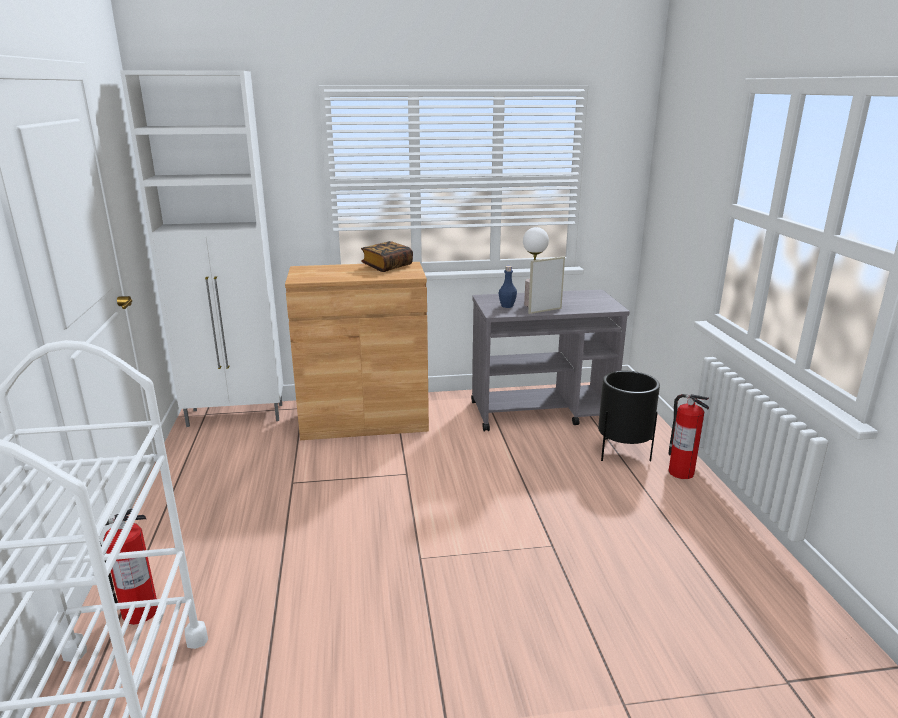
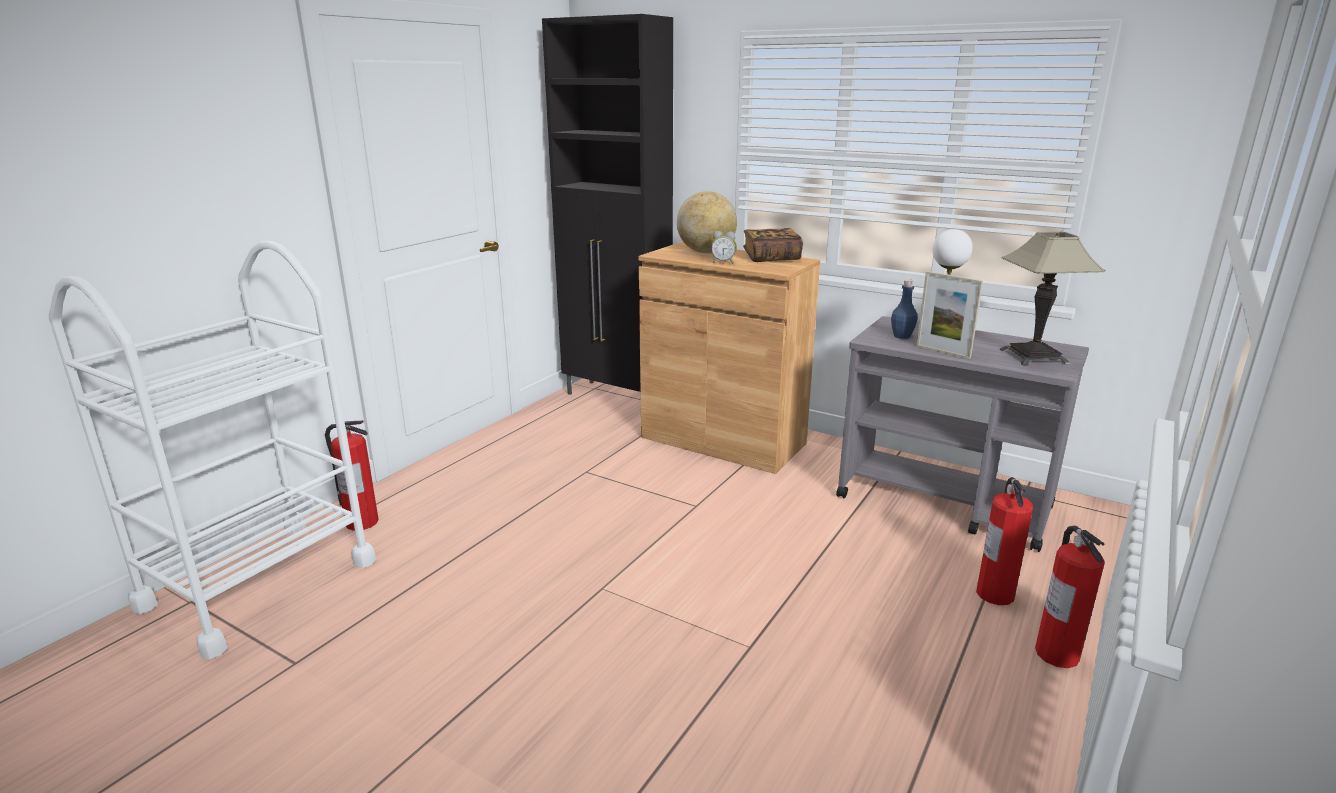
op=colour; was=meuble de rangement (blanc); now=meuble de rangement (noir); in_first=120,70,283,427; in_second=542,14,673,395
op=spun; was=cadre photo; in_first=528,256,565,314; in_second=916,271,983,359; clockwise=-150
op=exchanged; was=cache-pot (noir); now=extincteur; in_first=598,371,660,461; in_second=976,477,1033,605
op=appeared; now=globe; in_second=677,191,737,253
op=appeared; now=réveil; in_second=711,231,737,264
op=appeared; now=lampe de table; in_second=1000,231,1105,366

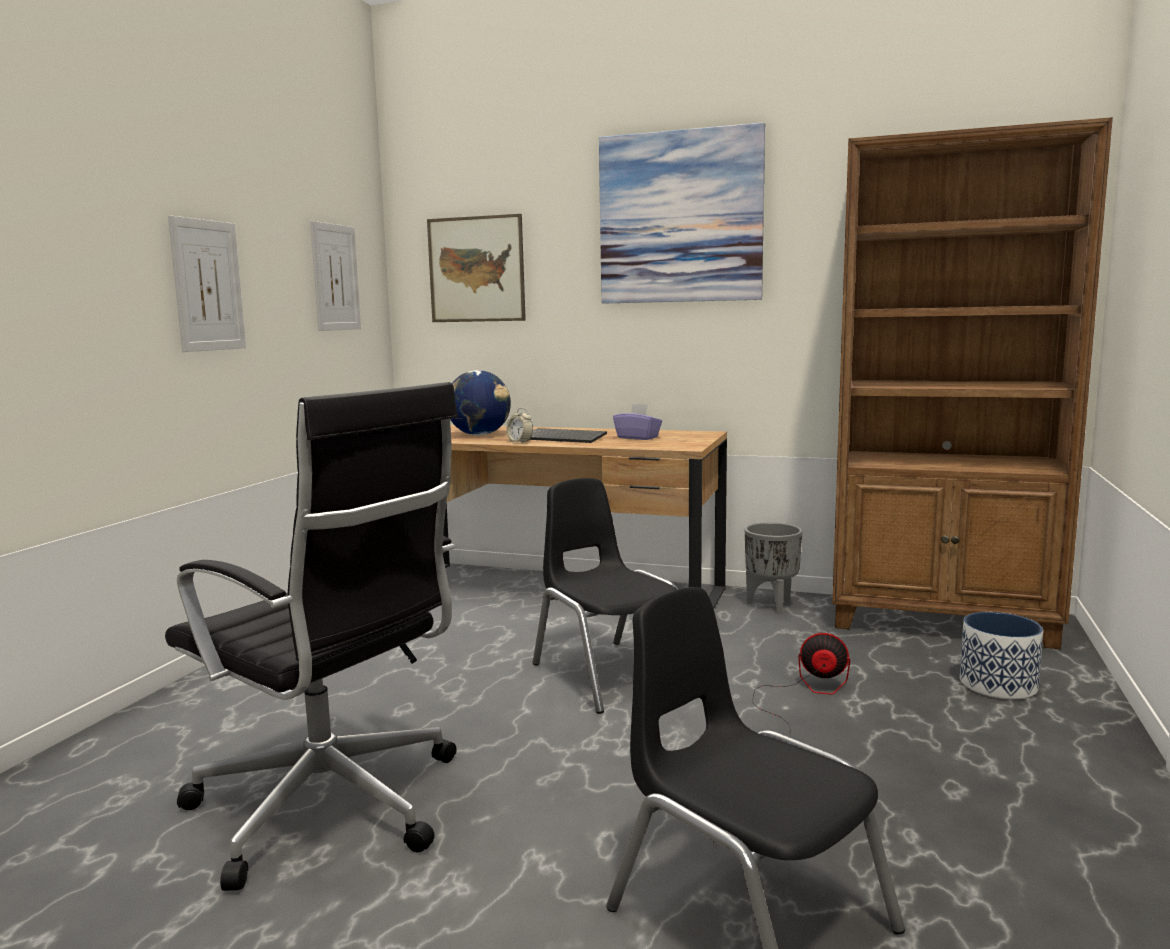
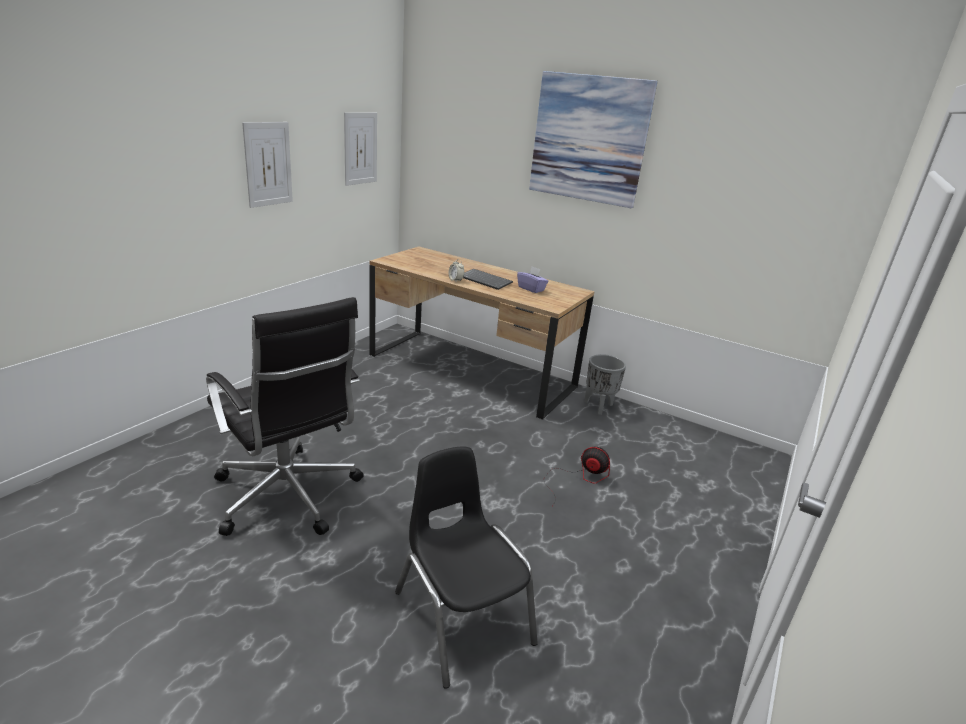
op=missing; was=bibliothèque (marron); in_first=832,117,1113,649
op=missing; was=tableau; in_first=427,214,526,322
op=missing; was=globe; in_first=450,370,511,436
op=missing; was=chaise (noir); in_first=533,478,678,714
op=missing; was=cache-pot; in_first=960,612,1043,699

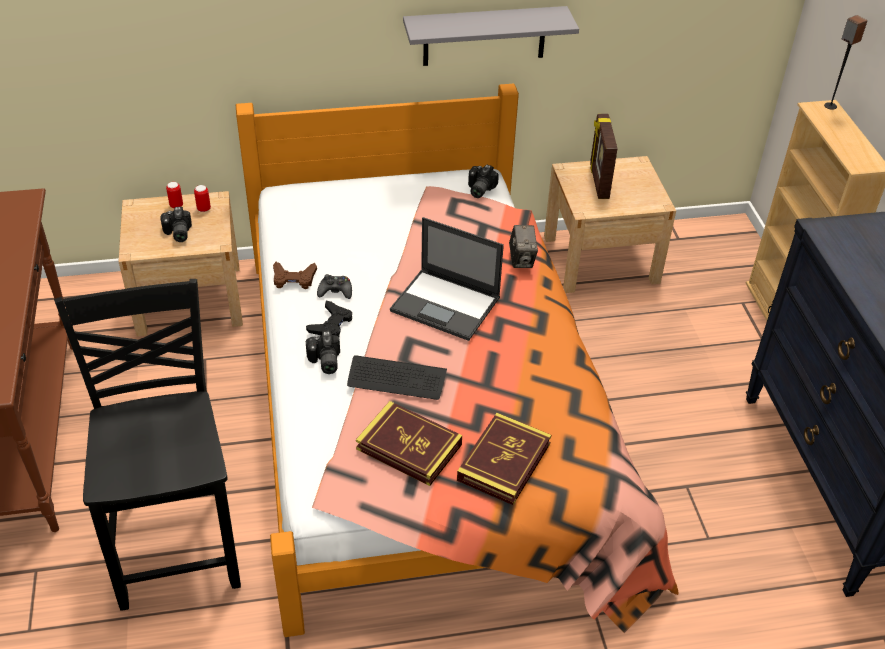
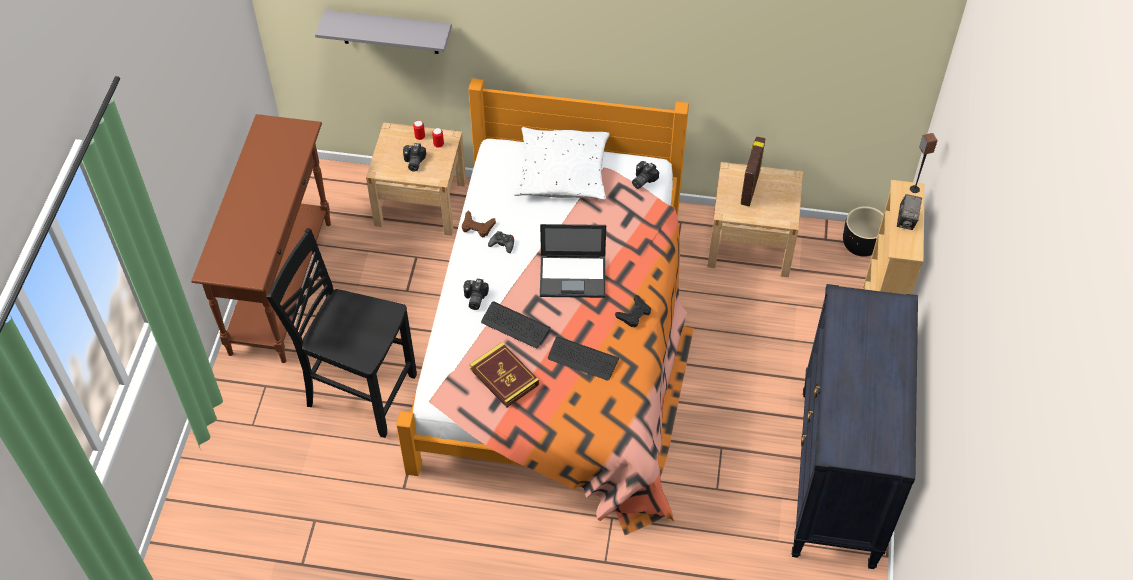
op=relocated; was=étagère (gris); in_first=403,6,579,66; in_second=315,9,452,54
op=spun; was=ordinateur portable; in_first=390,217,504,341; in_second=540,224,606,298; clockwise=-45
op=relocated; was=appareil photo; in_first=509,225,538,268; in_second=897,194,922,230
op=spun; was=chaise (noir); in_first=54,279,241,611; in_second=266,228,417,438; clockwise=-75
op=relocated; was=manette (noir); in_first=306,301,352,336; in_second=615,295,651,327
op=missing; was=livre; in_first=457,413,551,505
op=appeared; now=coussin (blanc); in_second=514,127,610,200
op=appeared; now=cache-pot (noir); in_second=843,206,883,257
op=appeared; now=clavier; in_second=548,336,619,381

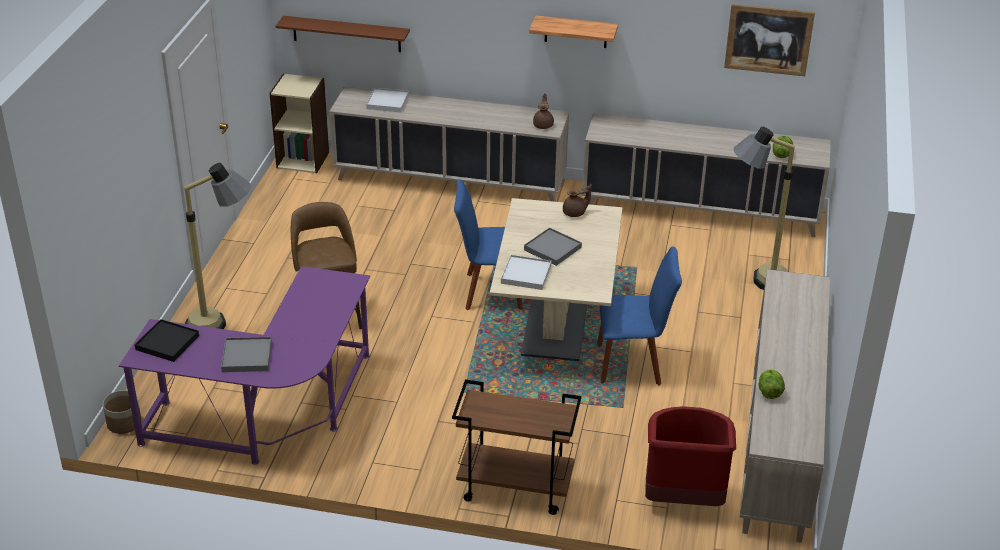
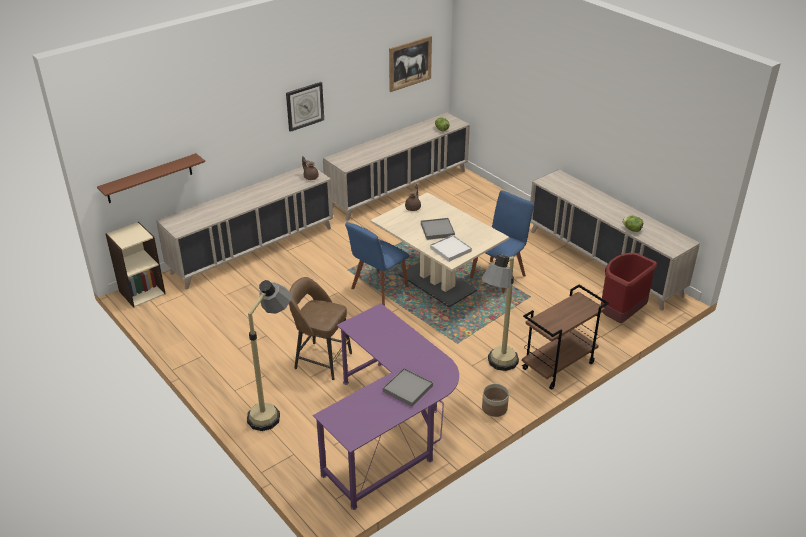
op=exchanged; was=étagère; now=horloge murale; in_first=529,15,618,48; in_second=286,82,324,132
op=missing; was=plateau (blanc); in_first=366,88,409,112
op=relocated; was=lampadaire; in_first=734,127,795,290; in_second=481,254,519,371
op=missing; was=plateau (noir); in_first=134,319,199,362
op=relocated; was=cache-pot; in_first=103,390,142,434; in_second=482,384,509,417

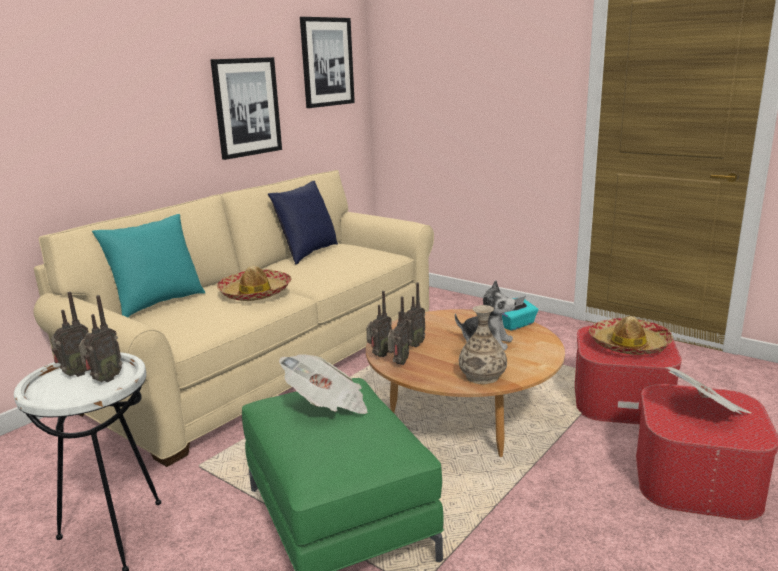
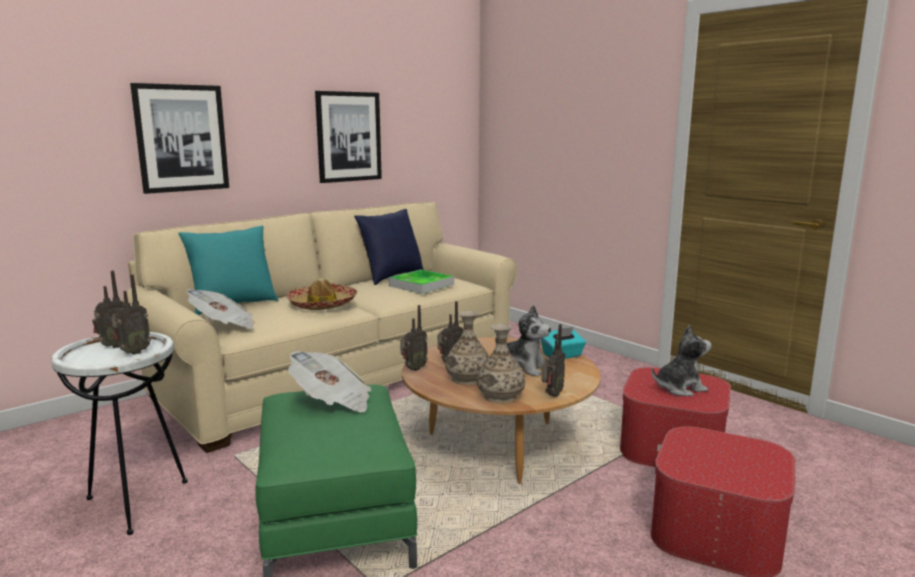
op=relocated; was=tableau; in_first=300,17,355,108; in_second=130,83,229,194
op=relocated; was=radio; in_first=388,296,409,365; in_second=541,324,565,397
op=exchanged; was=chapeau; now=peluche; in_first=589,316,673,355; in_second=652,325,712,396
op=relocated; was=journal; in_first=665,367,751,414; in_second=186,289,253,328
op=appeared; now=plateau; in_second=389,269,454,294
op=appeared; now=vase; in_second=446,311,489,385

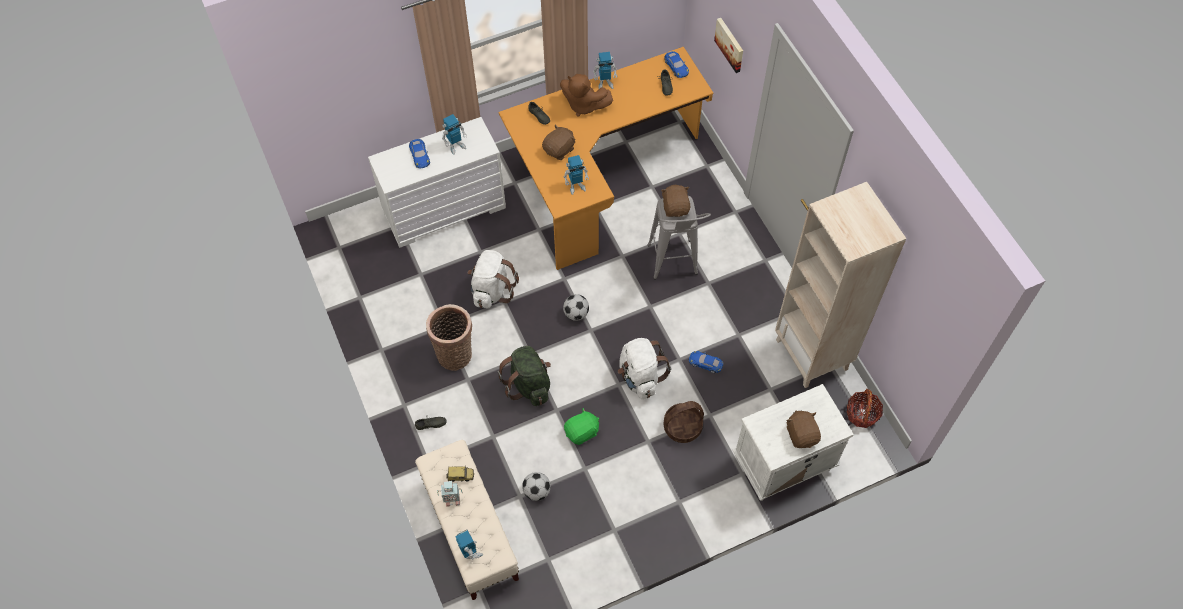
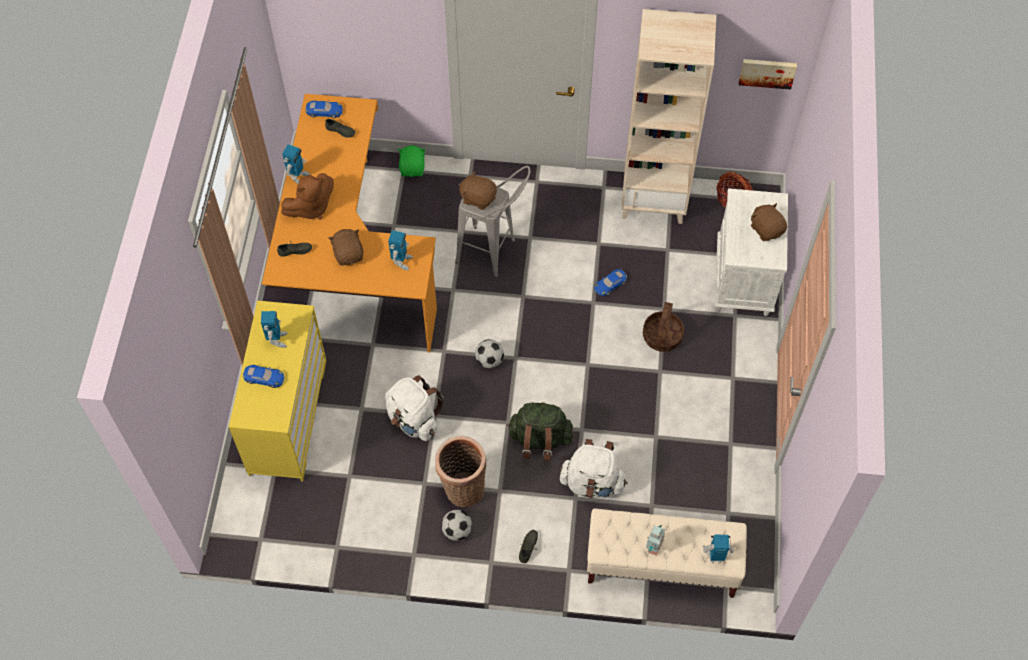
op=relocated; was=tableau; in_first=714,18,743,73; in_second=739,59,797,90
op=colour; was=commode (blanc); now=commode (jaune); in_first=368,117,506,248; in_second=229,301,326,481
op=relocated; was=sac à dos (blanc); in_first=618,338,671,399; in_second=560,439,627,498
op=relocated; was=peluche (vert); in_first=564,408,599,445; in_second=398,145,426,177
op=spun; was=peluche (marron); in_first=786,410,821,448; in_second=751,203,787,241; clockwise=45
op=missing; was=petite voiture; in_first=446,466,474,482
op=relocated; was=ballon de foot; in_first=522,472,551,501; in_second=442,510,472,541

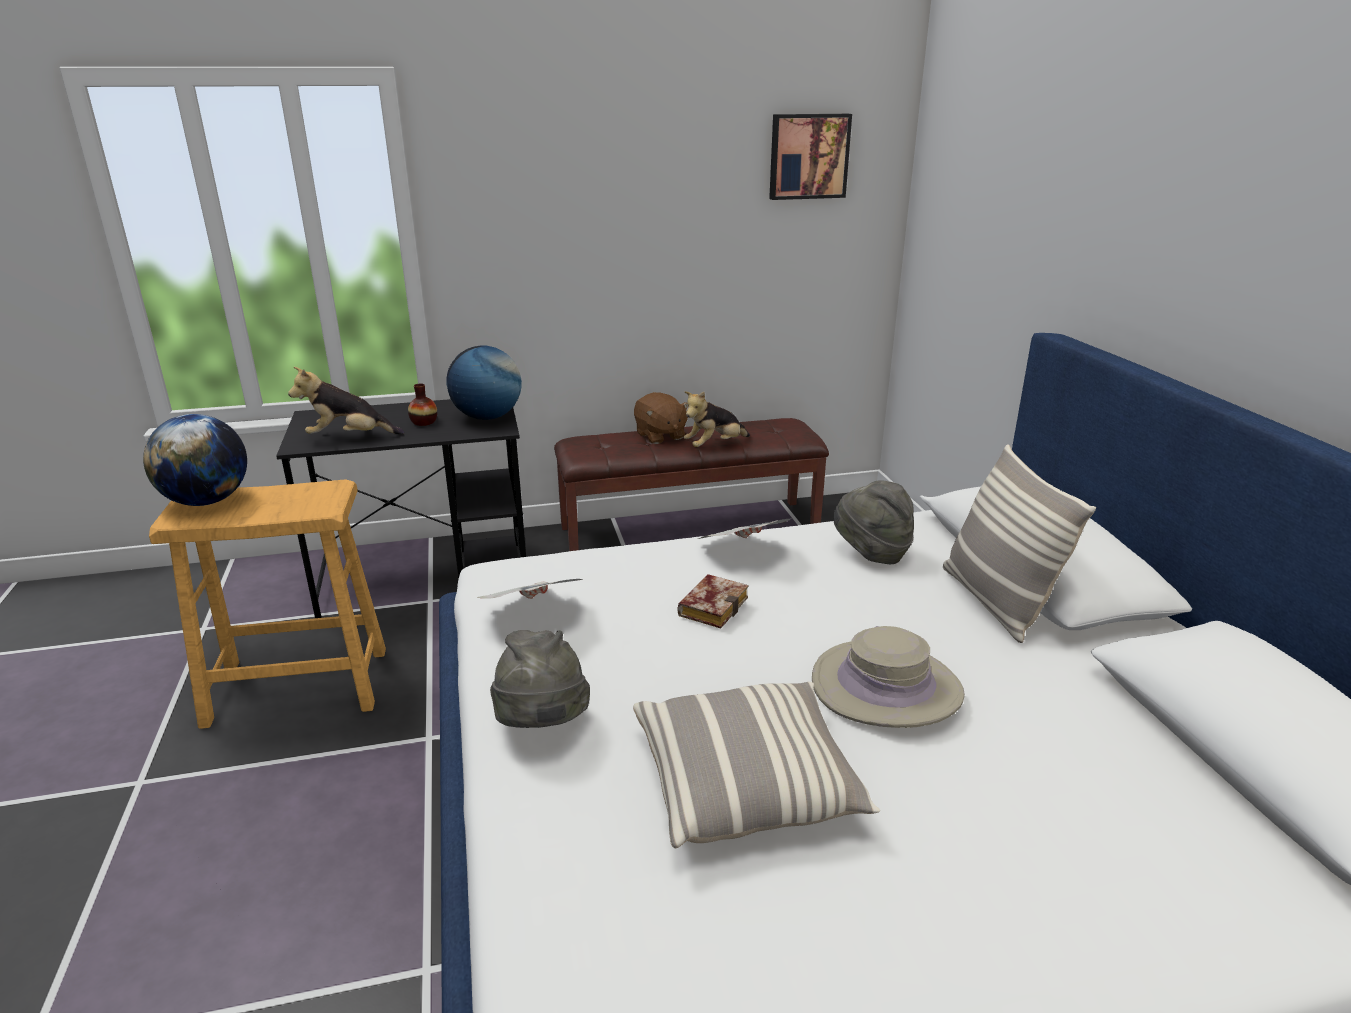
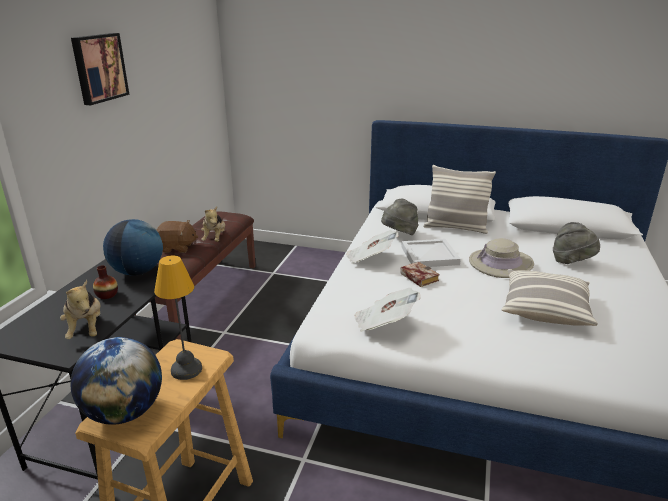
op=relocated; was=tableau; in_first=769,114,852,200; in_second=71,33,129,105
op=spun; was=peluche; in_first=288,367,405,435; in_second=60,280,100,339; clockwise=-45
op=relocated; was=chapeau (gris); in_first=490,630,590,728; in_second=553,222,600,264
op=appeared; now=plateau (blanc); in_second=401,239,461,267
op=appeared; now=lampe de table; in_second=154,255,202,380

